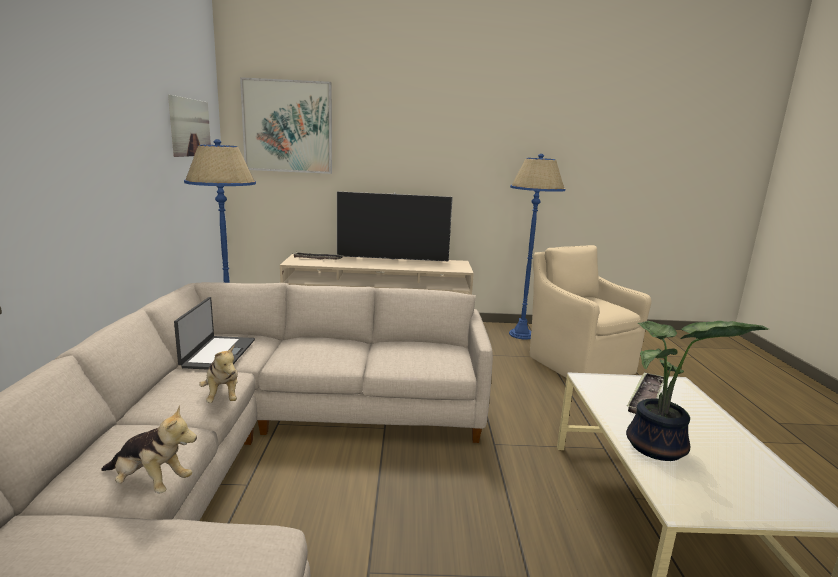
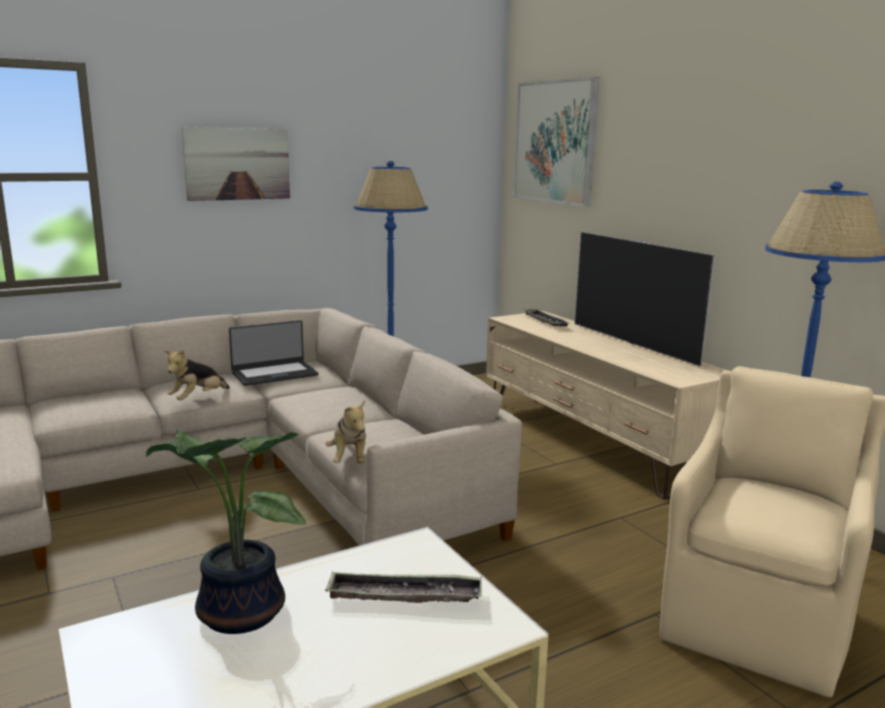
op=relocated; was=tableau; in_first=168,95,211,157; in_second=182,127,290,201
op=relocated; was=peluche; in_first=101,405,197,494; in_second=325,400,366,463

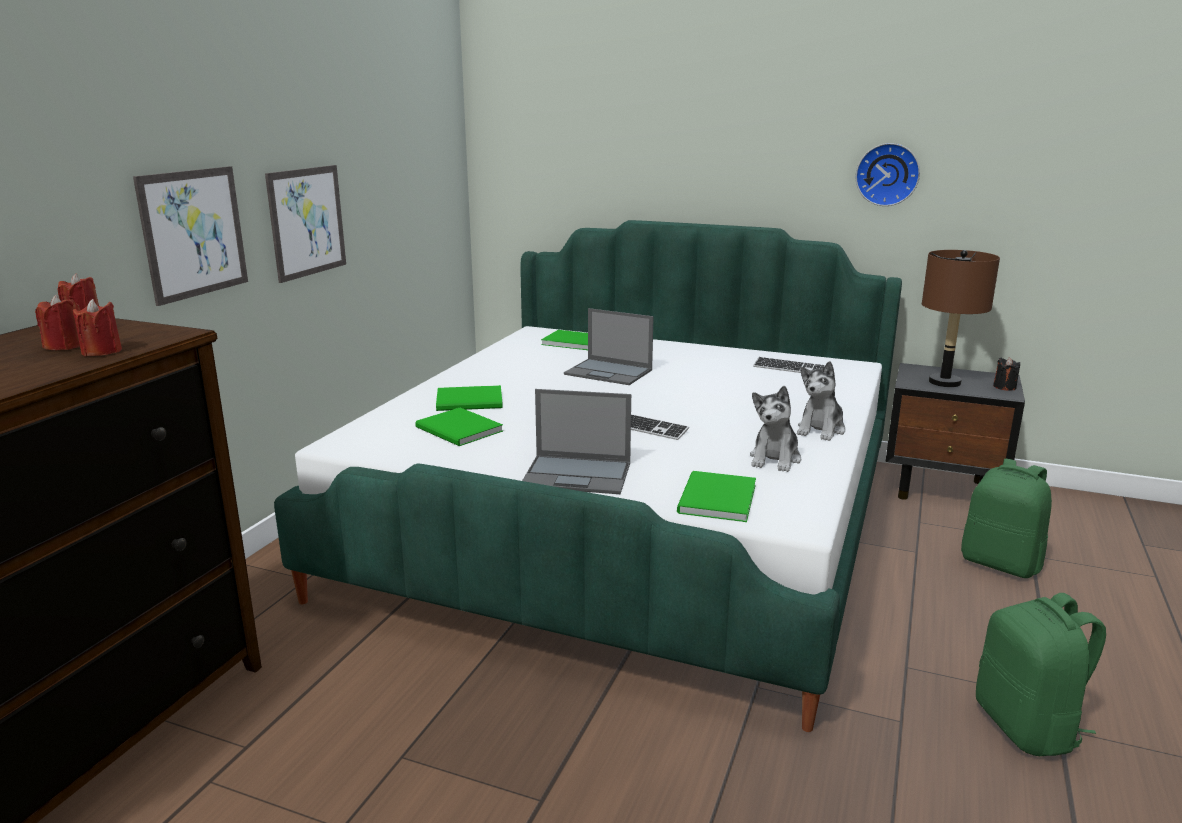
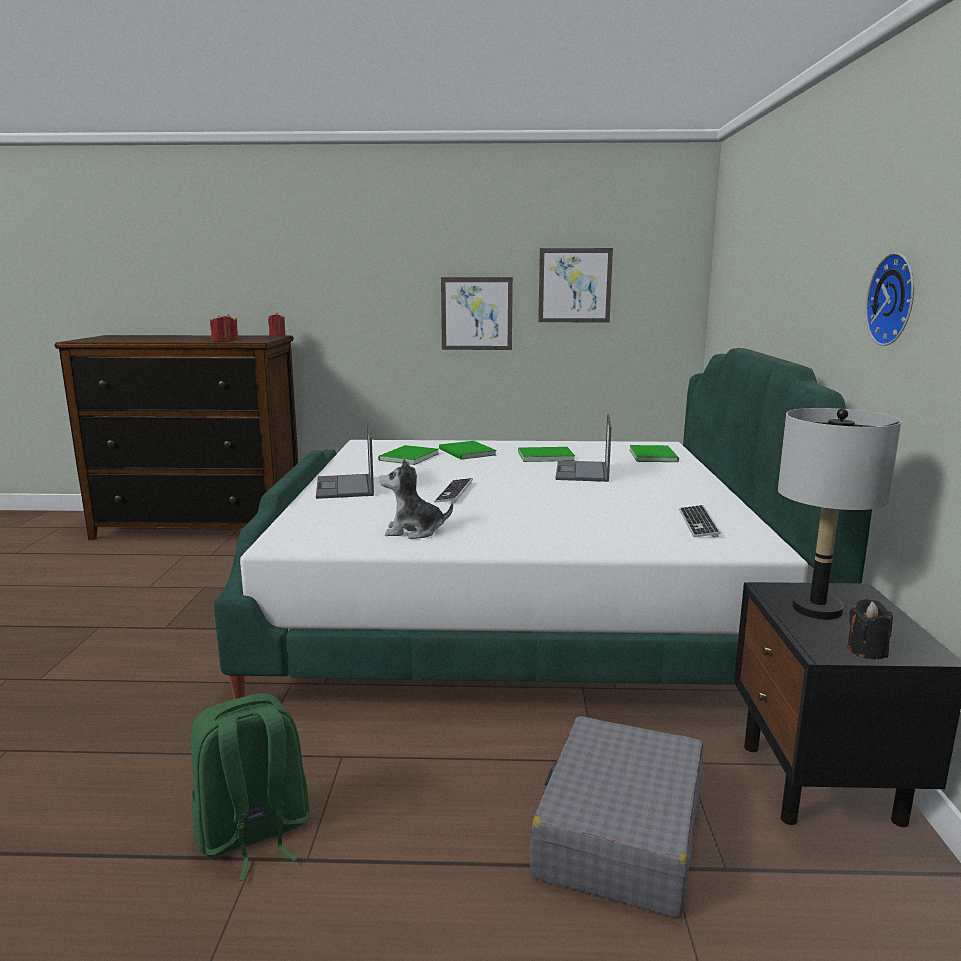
op=relocated; was=tableau; in_first=133,166,248,306; in_second=538,248,613,322
op=colour; was=lampe de table (marron); now=lampe de table (gris); in_first=922,250,1000,387; in_second=778,408,901,620
op=missing; was=peluche; in_first=797,361,846,441
op=exchanged; was=sac à dos (vert); now=valise (gris); in_first=961,459,1052,578; in_second=530,716,703,918
op=relocated; was=livre (vert); in_first=677,471,756,522; in_second=518,447,575,462

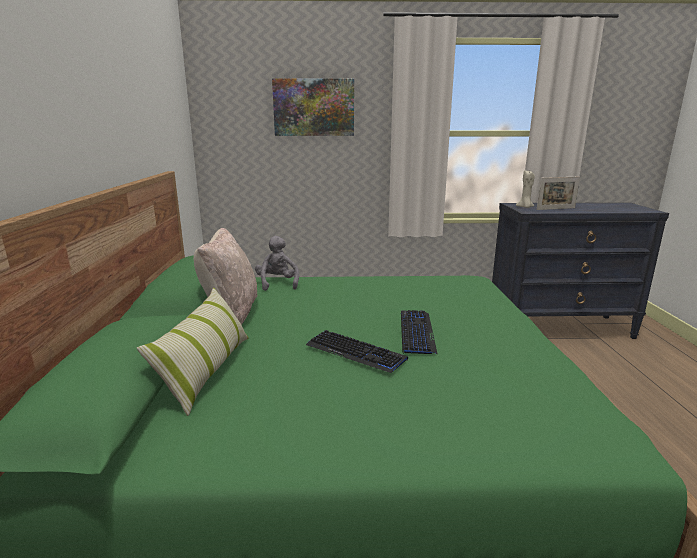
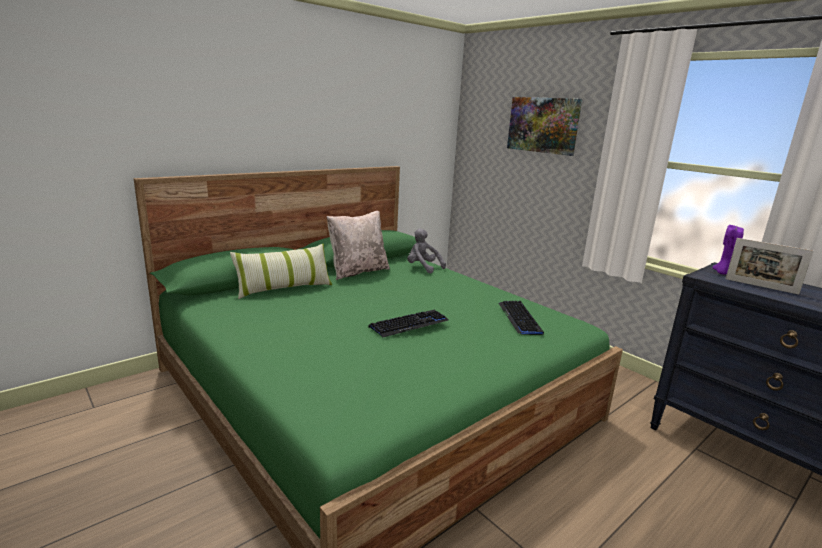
op=colour; was=bougie (beige); now=bougie (violet); in_first=516,170,535,208; in_second=712,225,744,274
op=spun; was=peluche (gris); in_first=255,236,299,291; in_second=407,228,446,273; clockwise=-90
op=relocated; was=clavier; in_first=306,330,408,373; in_second=498,301,544,335

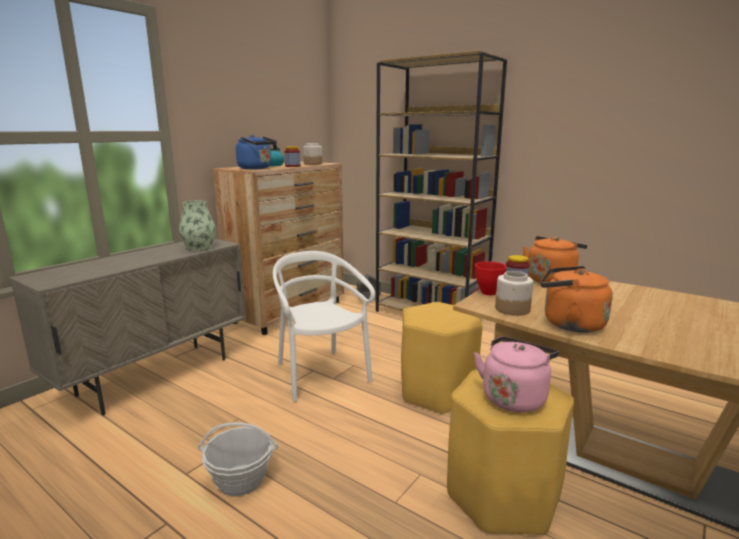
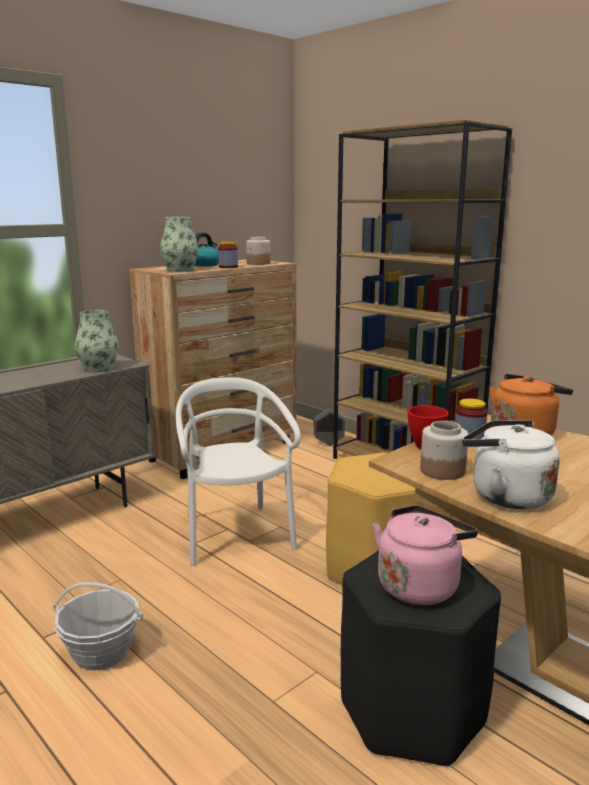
op=exchanged; was=bouilloire (bleu); now=vase; in_first=236,135,277,169; in_second=160,217,198,272
op=colour; was=bouilloire (orange); now=bouilloire (blanc); in_first=540,266,613,333; in_second=462,420,560,509
op=colour; was=tabouret (jaune); now=tabouret (noir); in_first=447,370,574,535; in_second=341,550,501,767

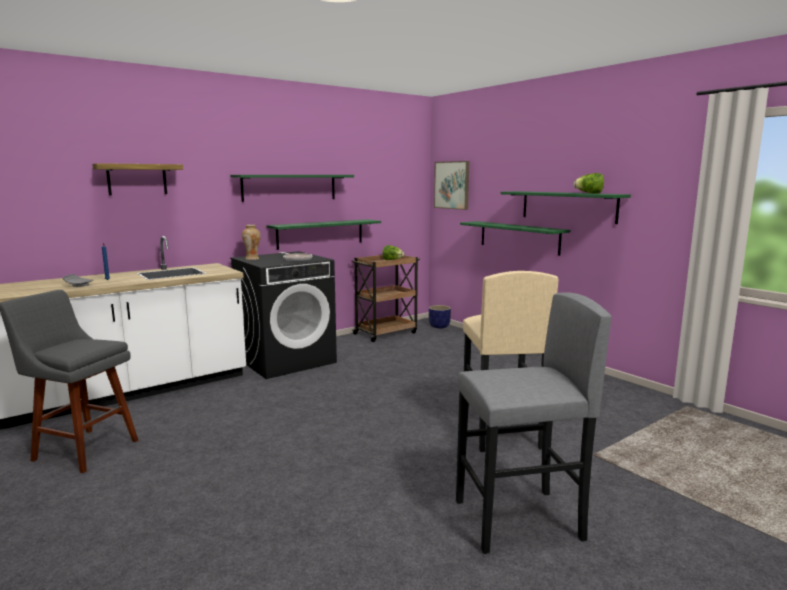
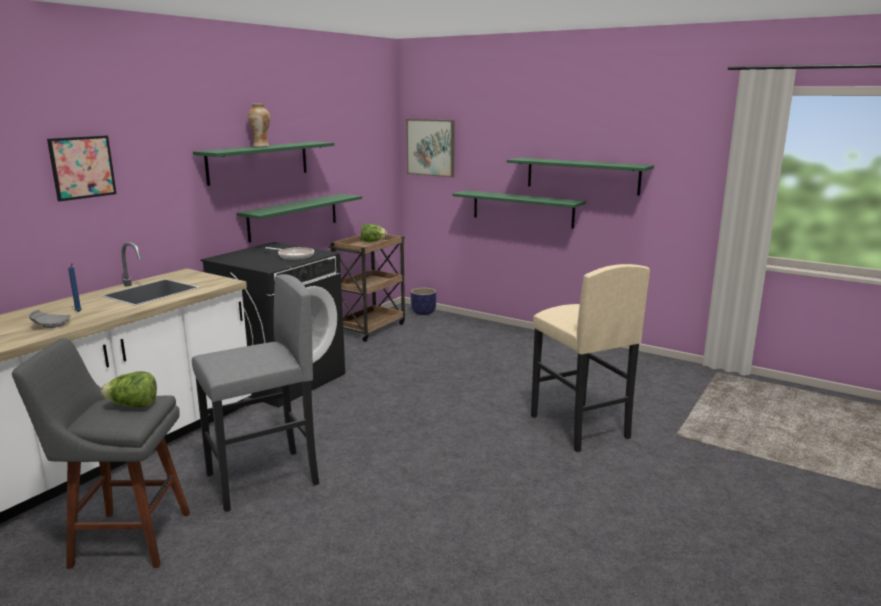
op=exchanged; was=étagère; now=tableau; in_first=92,163,183,195; in_second=47,136,117,202
op=relocated; was=laitue; in_first=574,173,604,193; in_second=101,371,157,408
op=relocated; was=vase; in_first=242,225,261,260; in_second=248,104,270,147
op=relocated; was=tabouret (gris); in_first=456,292,611,554; in_second=192,274,319,512

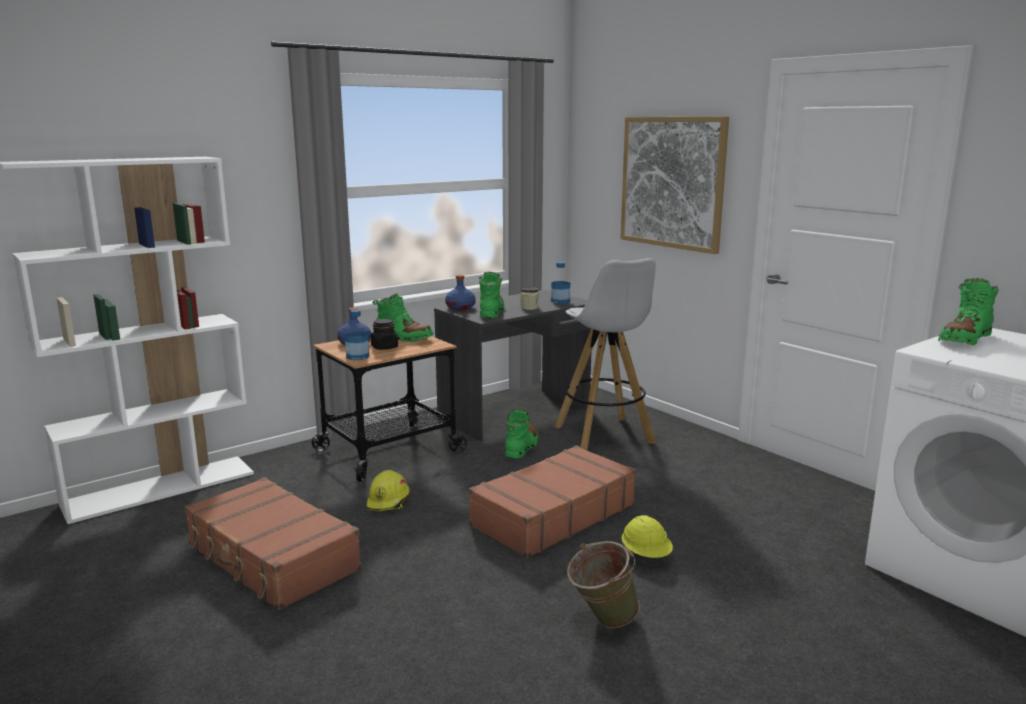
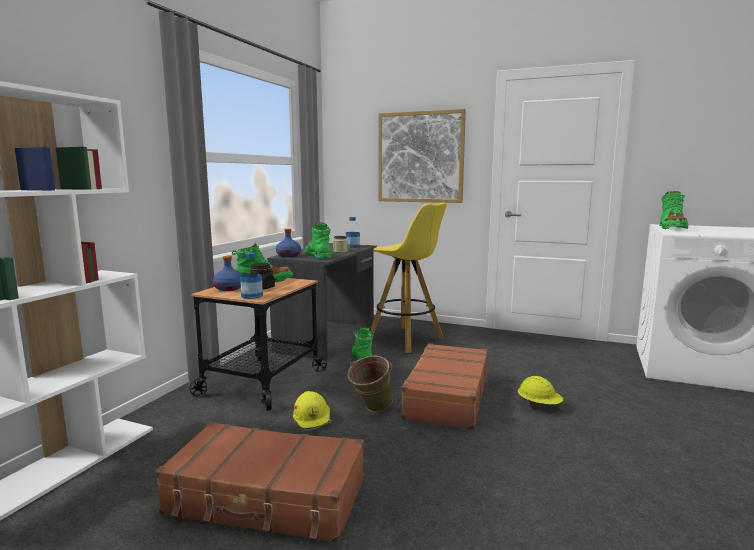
op=colour; was=tabouret (blanc); now=tabouret (jaune); in_first=554,258,656,451; in_second=371,202,447,353
op=relocated; was=seau (vert); in_first=567,541,640,628; in_second=347,356,393,412

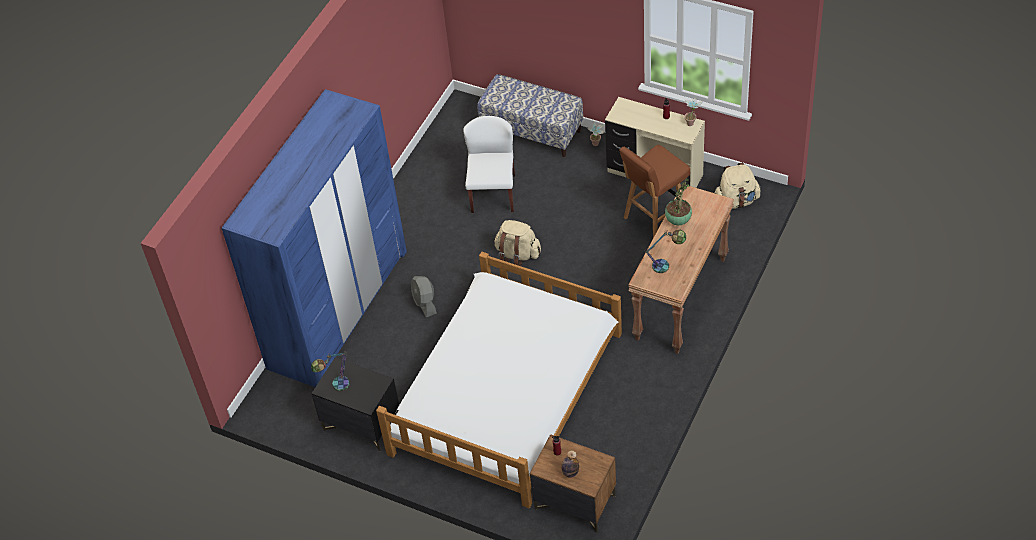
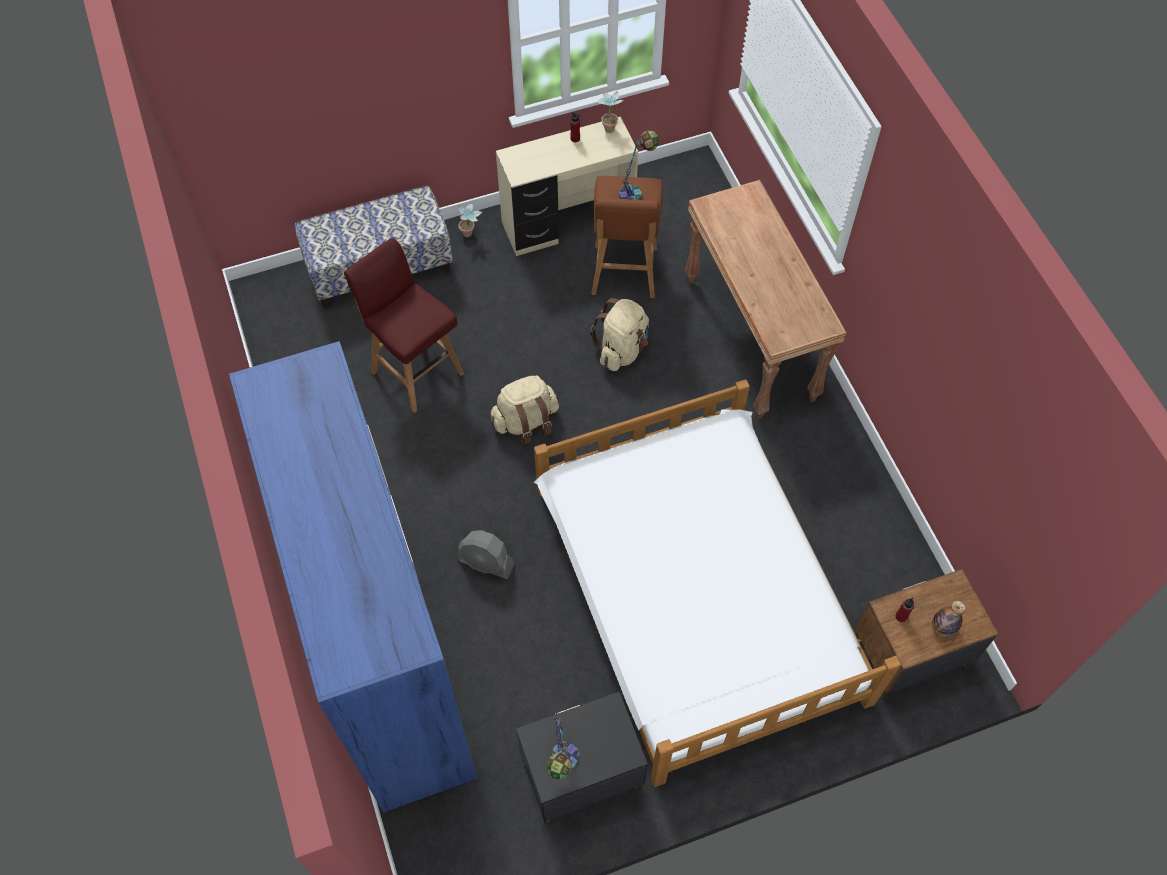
op=exchanged; was=chaise (blanc); now=tabouret (rouge); in_first=463,116,515,213; in_second=344,237,464,413
op=relocated; was=sac à dos (beige); in_first=715,162,761,209; in_second=590,298,649,371
op=missing; was=plante en pot; in_first=665,179,692,225
op=relocated; was=lampe de table; in_first=645,229,686,273; in_second=619,130,659,200

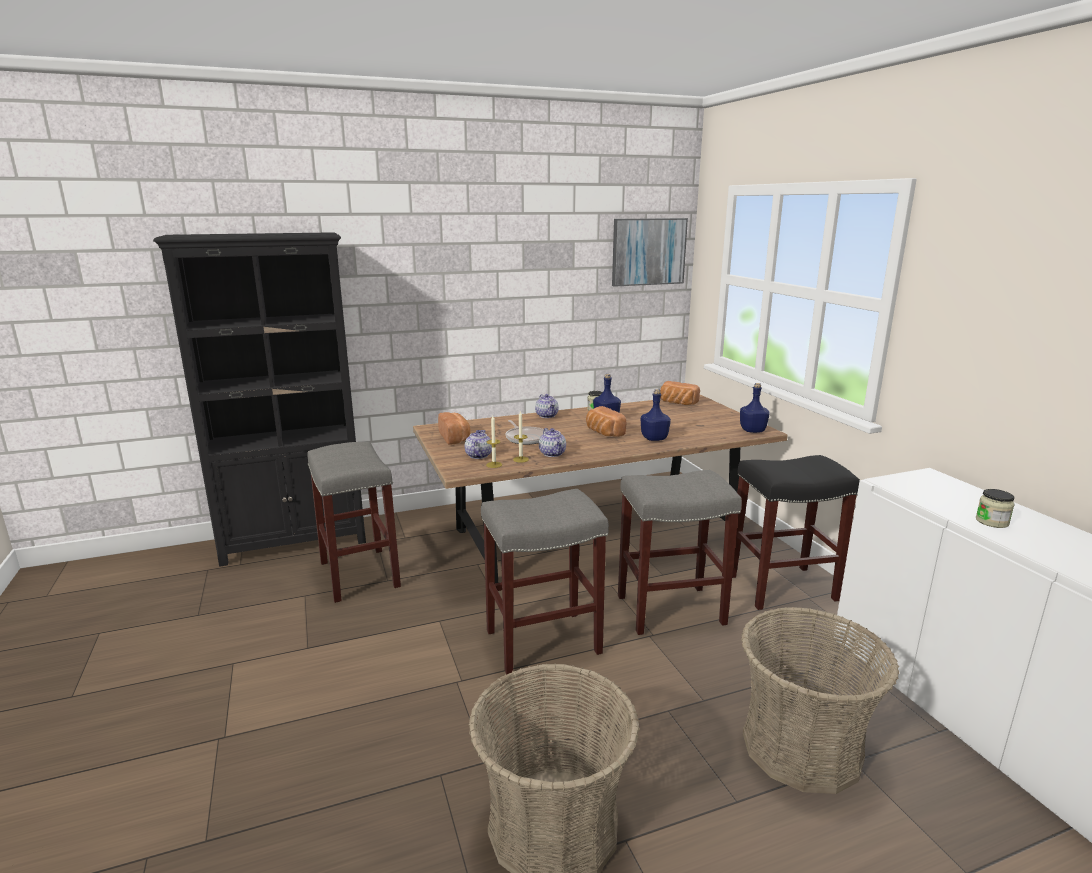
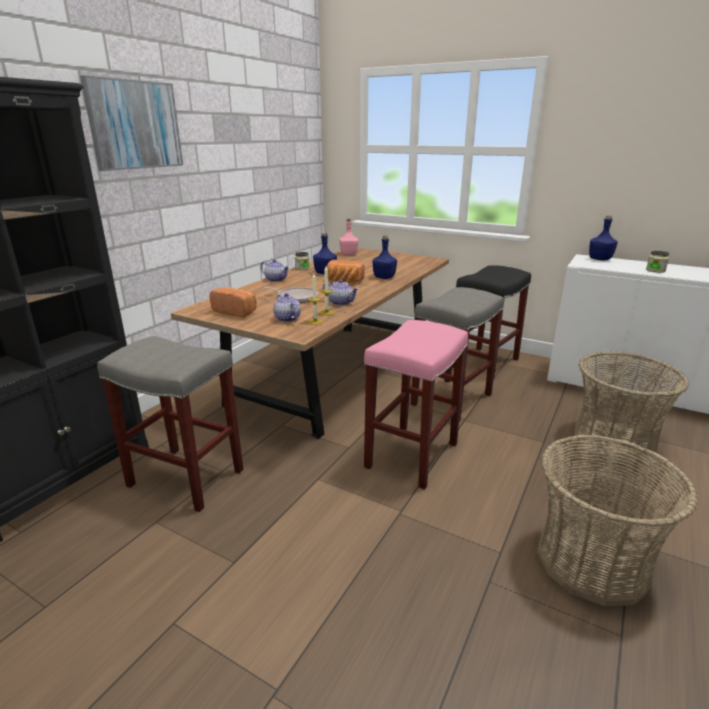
op=relocated; was=tableau; in_first=612,218,688,287; in_second=80,75,183,171
op=exchanged; was=pain; now=bouteille (rose); in_first=660,381,700,405; in_second=339,219,358,255
op=relocated; was=bouteille (bleu); in_first=740,383,770,433; in_second=589,215,618,260
op=colour; was=tabouret (gris); now=tabouret (rose); in_first=481,489,609,675; in_second=364,320,468,490

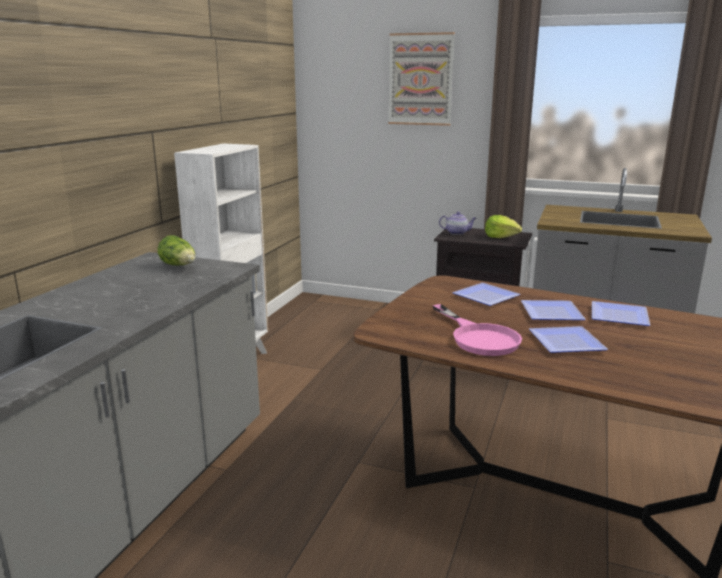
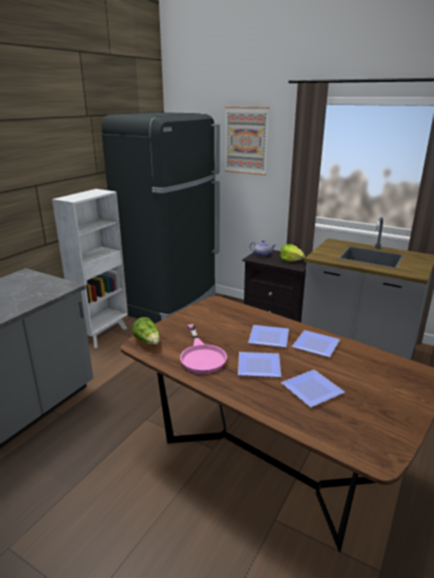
op=relocated; was=laitue; in_first=158,235,195,265; in_second=132,317,160,345
op=relocated; was=assiette; in_first=452,283,521,306; in_second=281,370,345,407
op=appeared; now=réfrigérateur (noir); in_second=101,112,220,323

